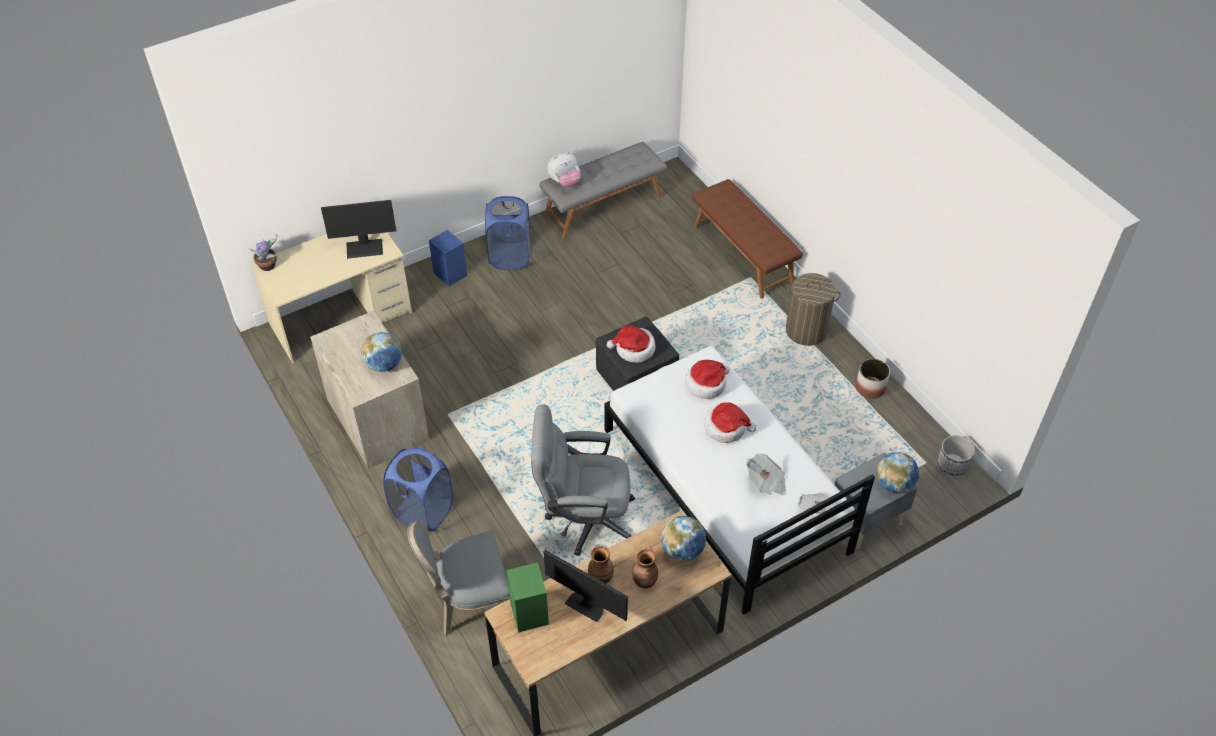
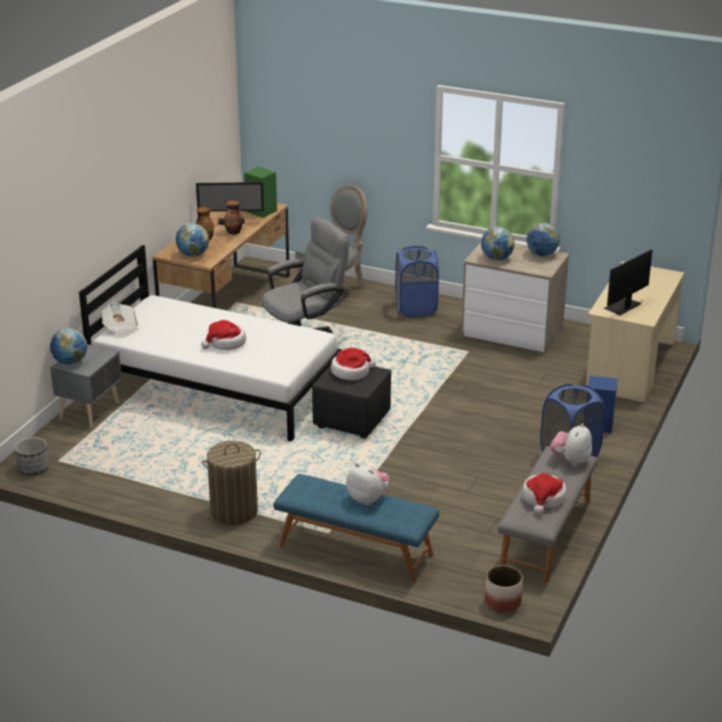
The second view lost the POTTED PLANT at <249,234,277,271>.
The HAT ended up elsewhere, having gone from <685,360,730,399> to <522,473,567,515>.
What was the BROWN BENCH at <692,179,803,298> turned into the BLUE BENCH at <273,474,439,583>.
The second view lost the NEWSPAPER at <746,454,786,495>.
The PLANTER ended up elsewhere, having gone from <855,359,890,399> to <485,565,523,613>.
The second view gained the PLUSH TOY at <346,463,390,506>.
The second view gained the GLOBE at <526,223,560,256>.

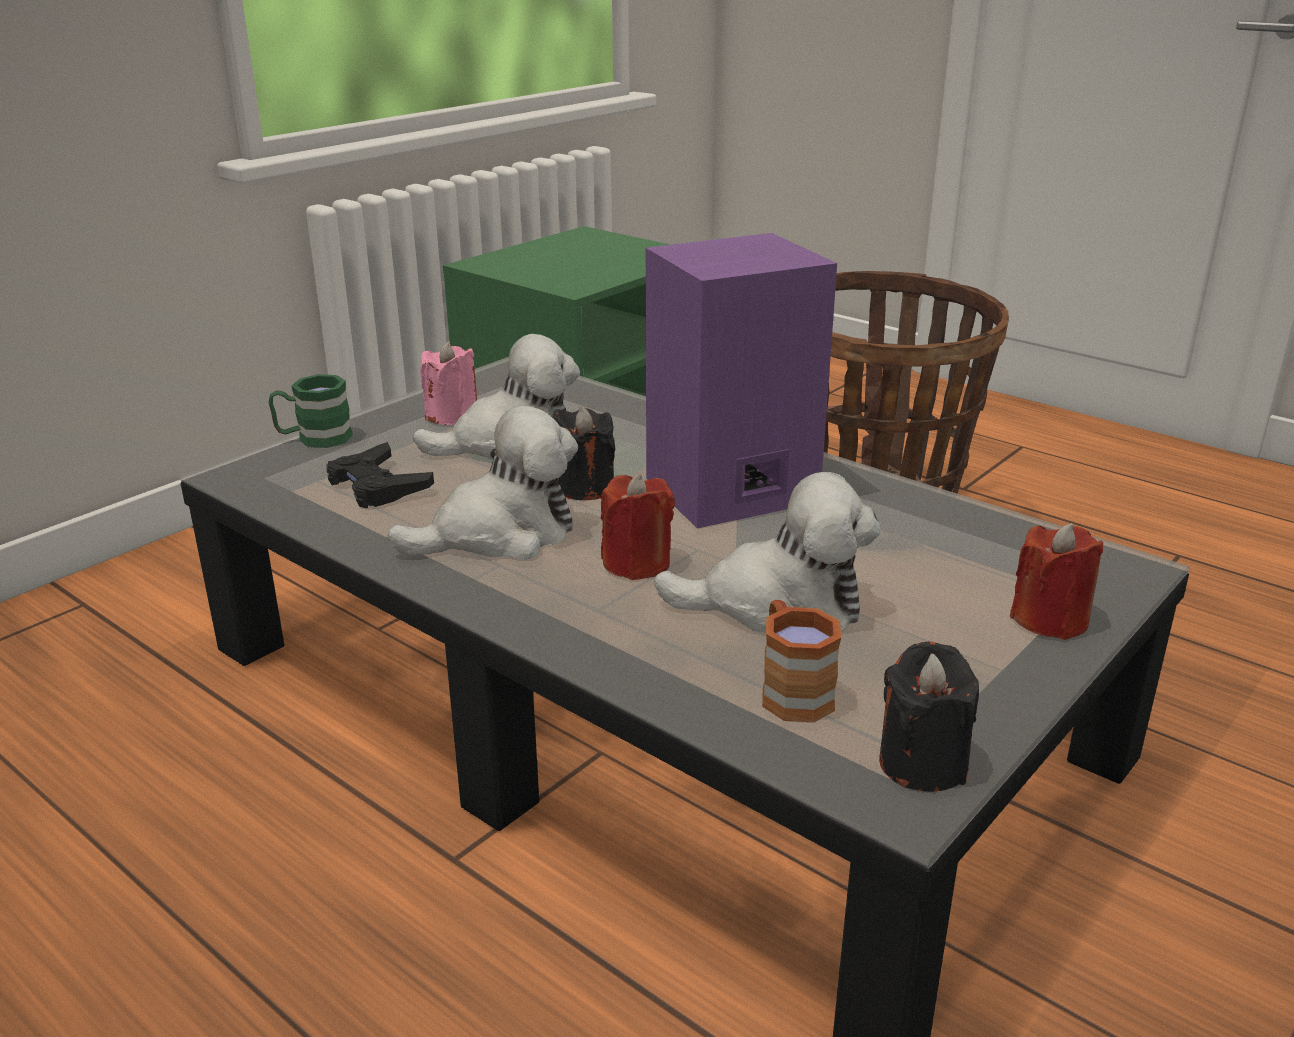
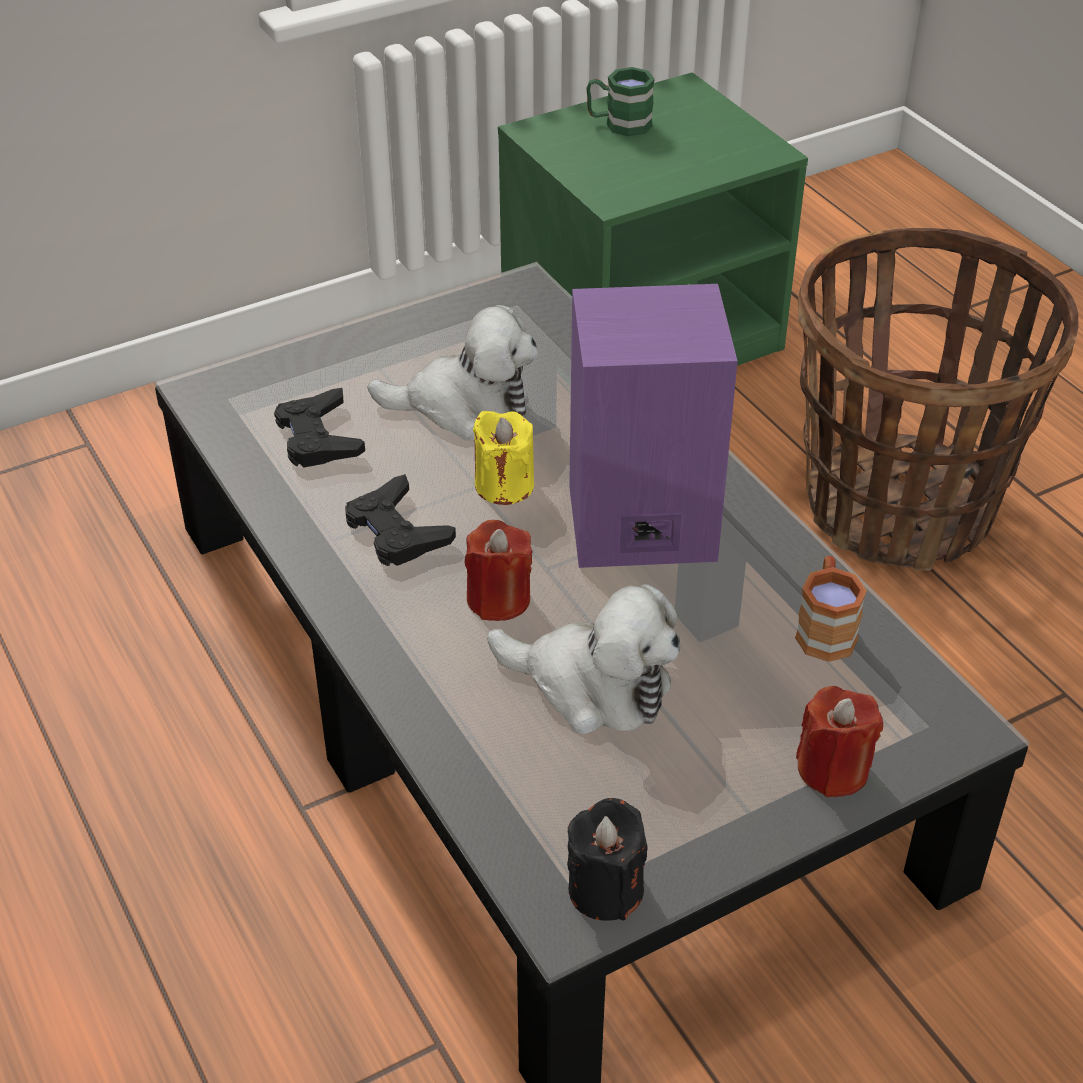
The GREEN MUG ended up elsewhere, having gone from <268,374,353,448> to <586,67,655,136>.
Where the PLUSH TOY stood at <387,406,578,560>, the BLACK GAME CONTROLLER came to stand at <345,474,456,566>.
The second view lost the PINK CANDLE at <420,341,477,425>.
What was the BLACK CANDLE at <554,407,615,500> turned into the YELLOW CANDLE at <473,411,534,505>.
The BROWN MUG ended up elsewhere, having gone from <762,600,841,723> to <795,556,867,662>.

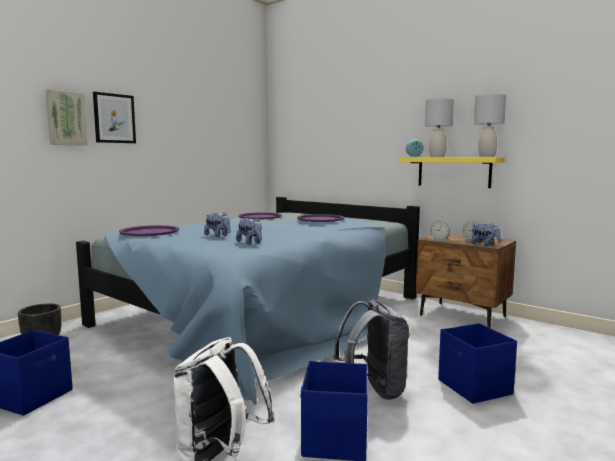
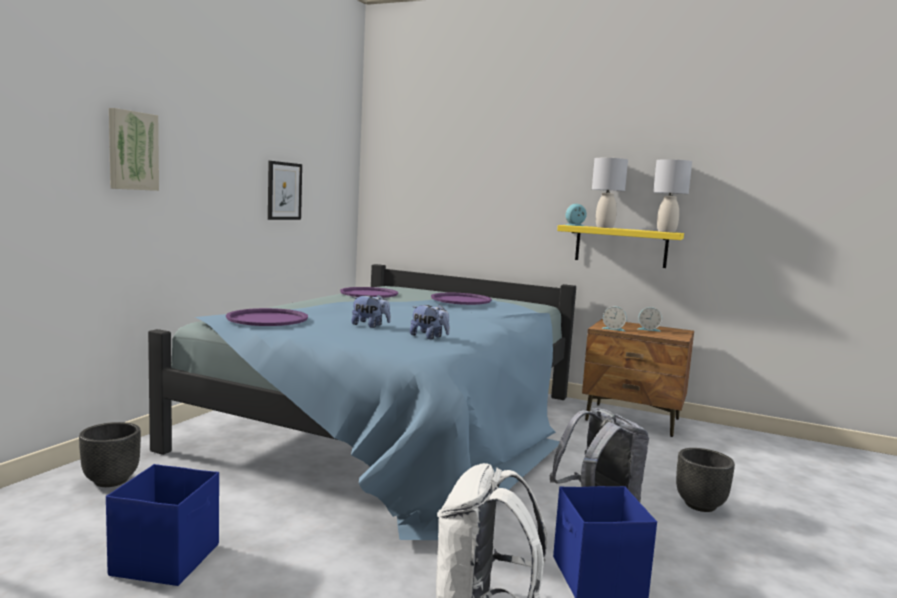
The PICTURE ended up elsewhere, having gone from <93,92,136,143> to <268,161,302,220>.
Where the BLUE STORAGE BOX stood at <438,323,517,404>, the BLACK PLANTER came to stand at <676,448,735,512>.
The second view lost the PLUSH TOY at <471,223,501,246>.

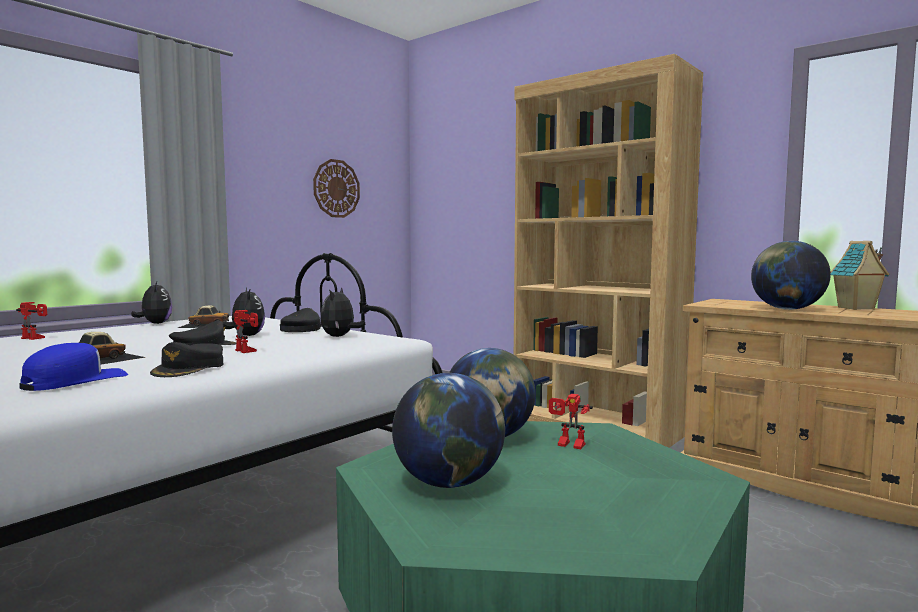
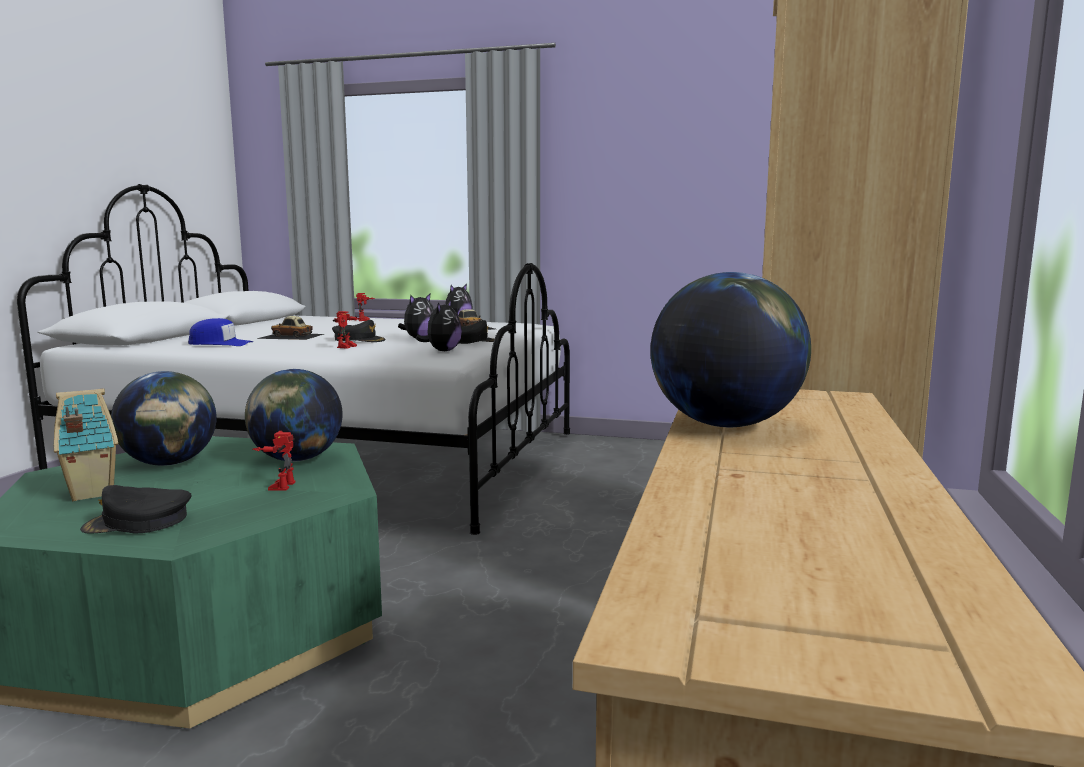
The BLACK CAP ended up elsewhere, having gone from <150,342,223,377> to <80,485,191,534>.
The second view lost the WALL CLOCK at <313,159,360,218>.
The PLUSH TOY at <320,287,365,337> ended up facing another way, 120 degrees clockwise from before.
The TOY HOUSE ended up elsewhere, having gone from <830,241,889,310> to <54,388,118,501>.

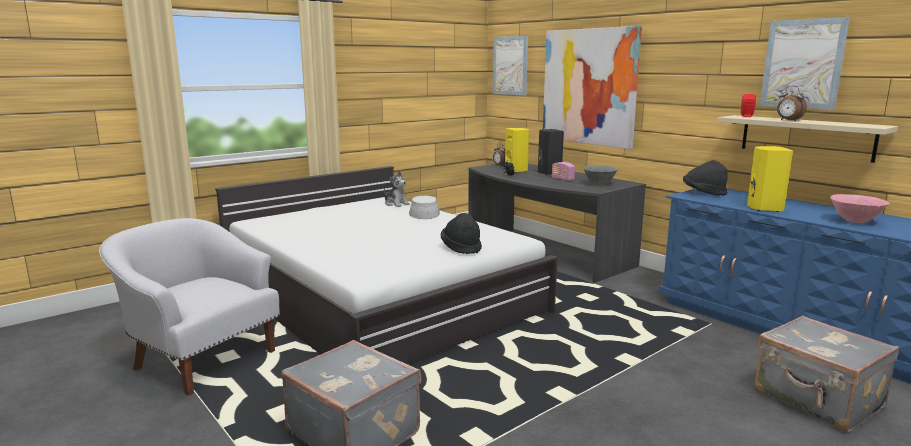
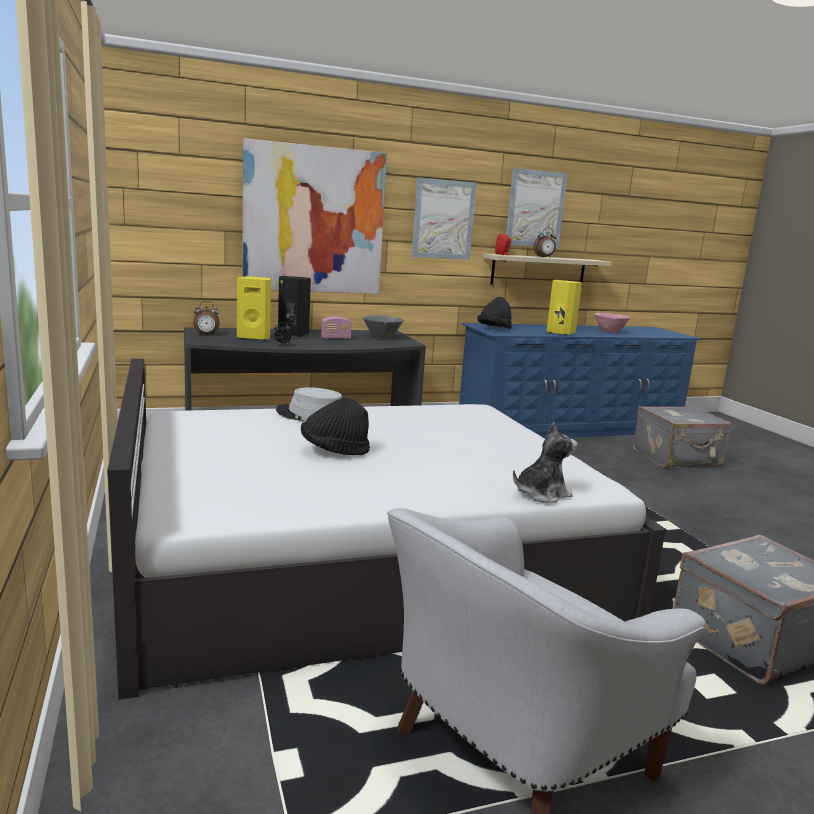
The PLUSH TOY ended up elsewhere, having gone from <384,171,410,207> to <513,422,578,503>.
The BLACK HAT ended up elsewhere, having gone from <441,213,482,254> to <301,397,370,455>.
The PICTURE ended up elsewhere, having gone from <493,35,528,95> to <412,177,477,260>.

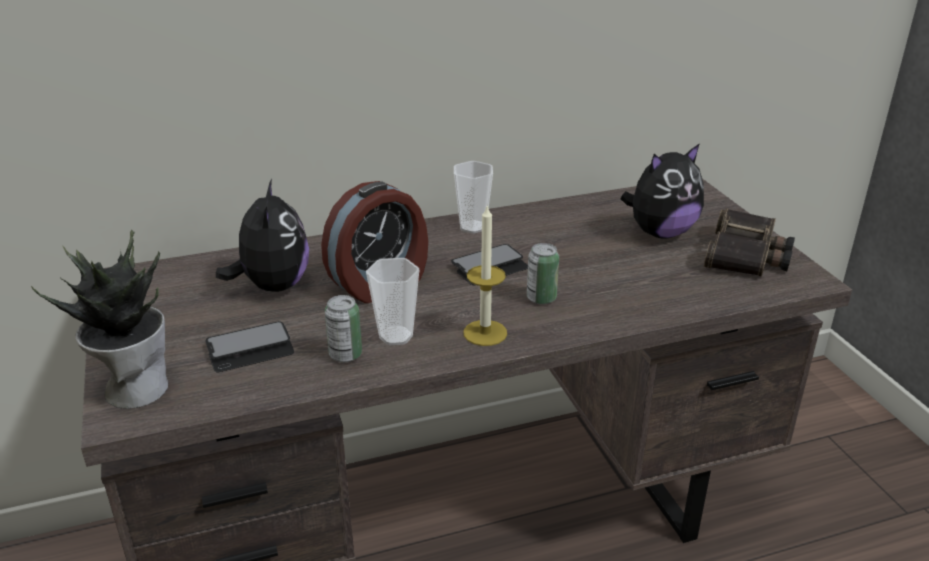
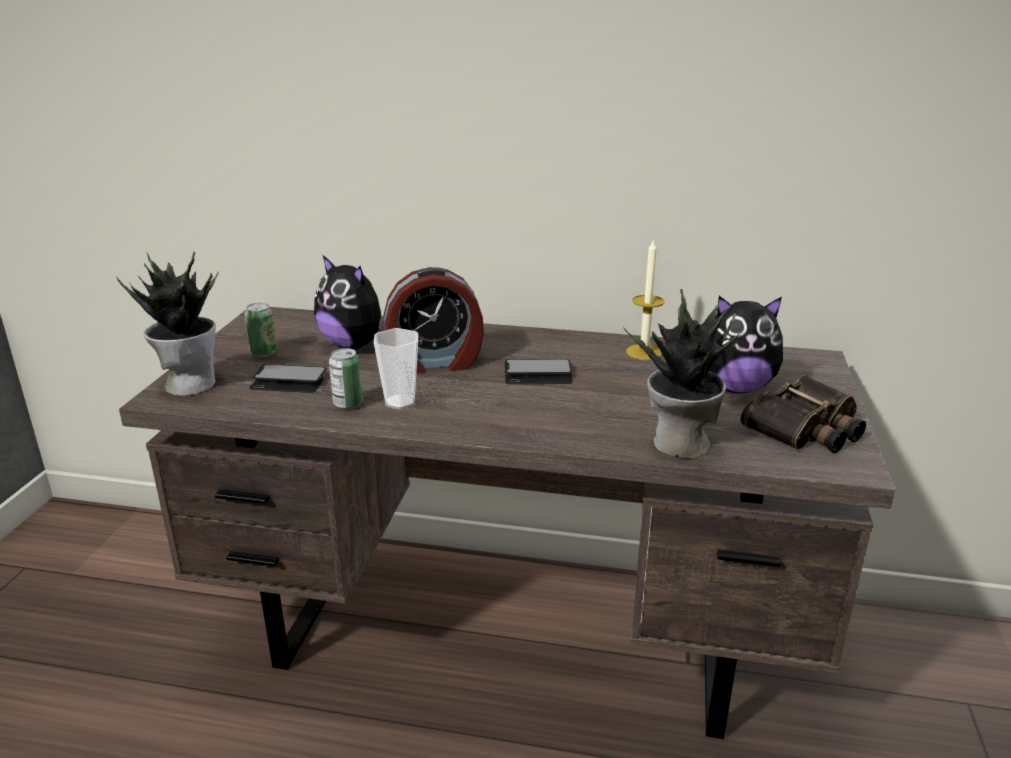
The PLUSH TOY at <216,179,309,292> ended up facing another way, 105 degrees clockwise from before.
The second view lost the CUP at <454,161,493,233>.
The CANDLE ended up elsewhere, having gone from <463,204,507,346> to <626,238,664,360>.
The CAN ended up elsewhere, having gone from <527,243,559,305> to <245,303,277,357>.
The second view gained the POTTED PLANT at <623,289,741,459>.

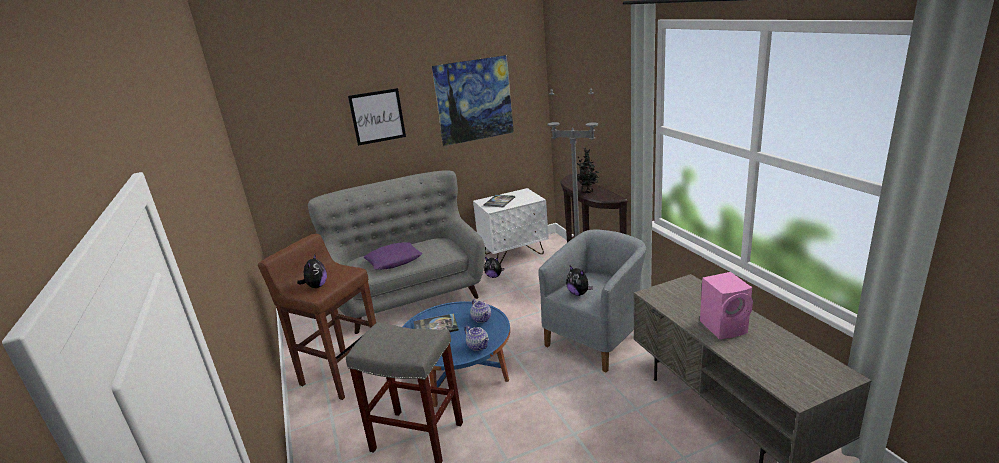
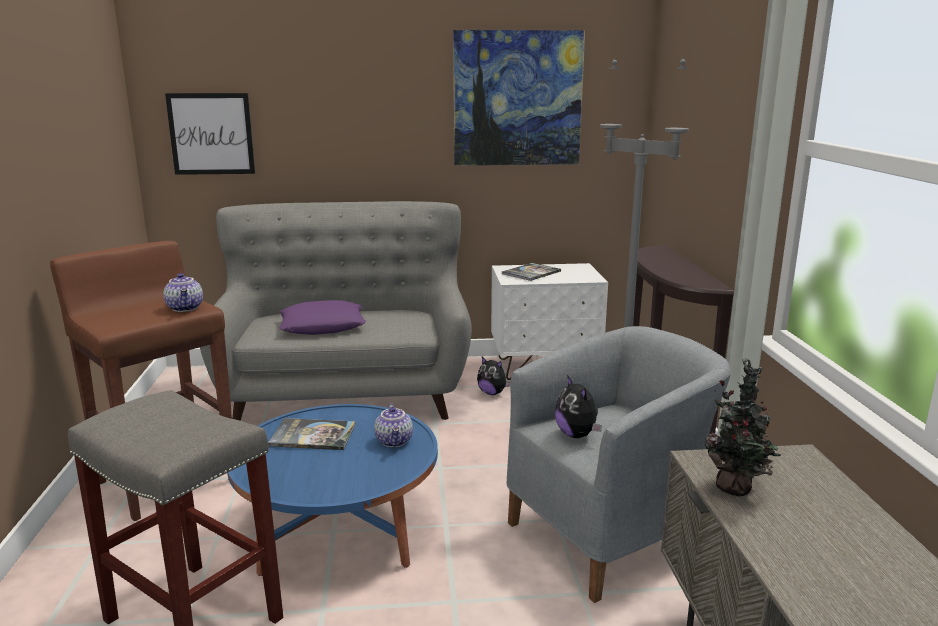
The second view lost the PLUSH TOY at <297,255,327,288>.
The PICTURE ended up elsewhere, having gone from <348,88,406,146> to <165,93,255,175>.
The TEAPOT ended up elsewhere, having gone from <464,326,489,351> to <163,273,203,312>.
The POTTED PLANT ended up elsewhere, having gone from <577,147,599,193> to <704,358,781,496>.
The second view lost the PINK SPEAKER at <700,272,753,339>.

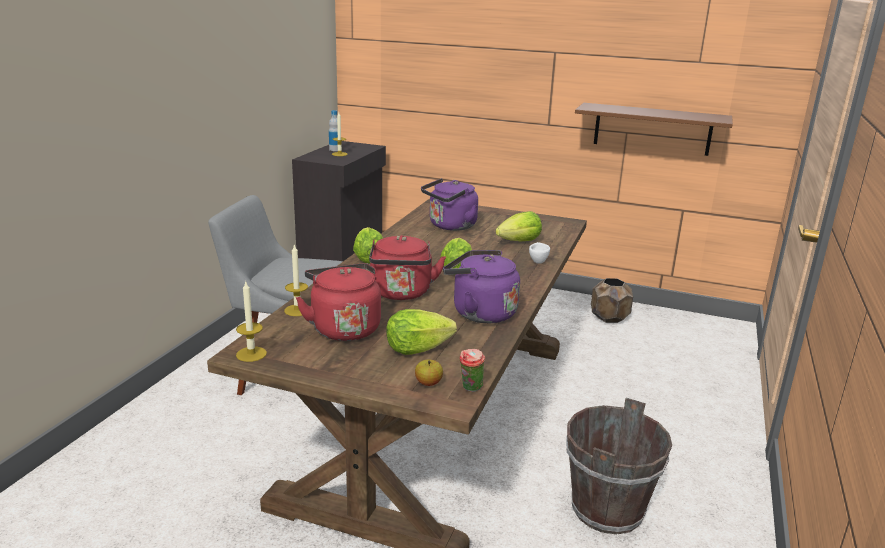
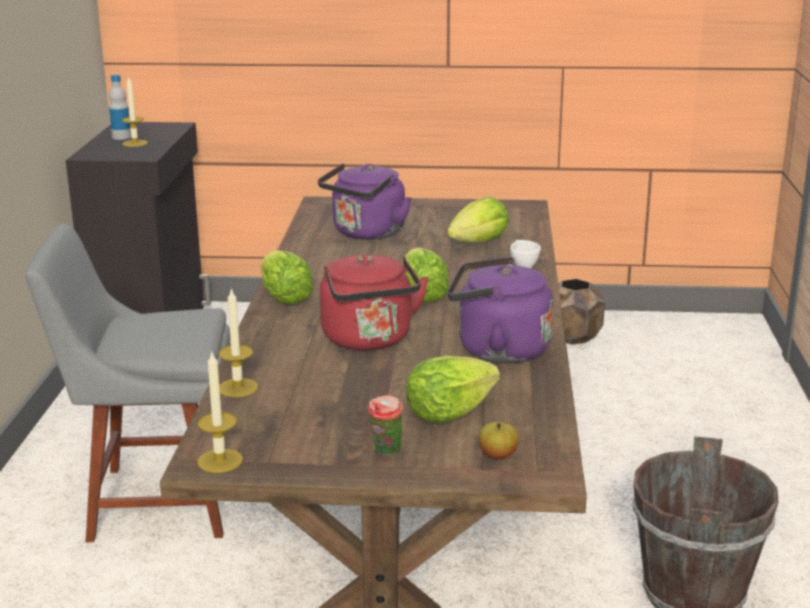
The second view lost the RED KETTLE at <296,263,381,341>.
The CUP ended up elsewhere, having gone from <460,349,485,392> to <367,395,403,456>.
The second view lost the BROWN SHELF at <575,103,733,156>.

